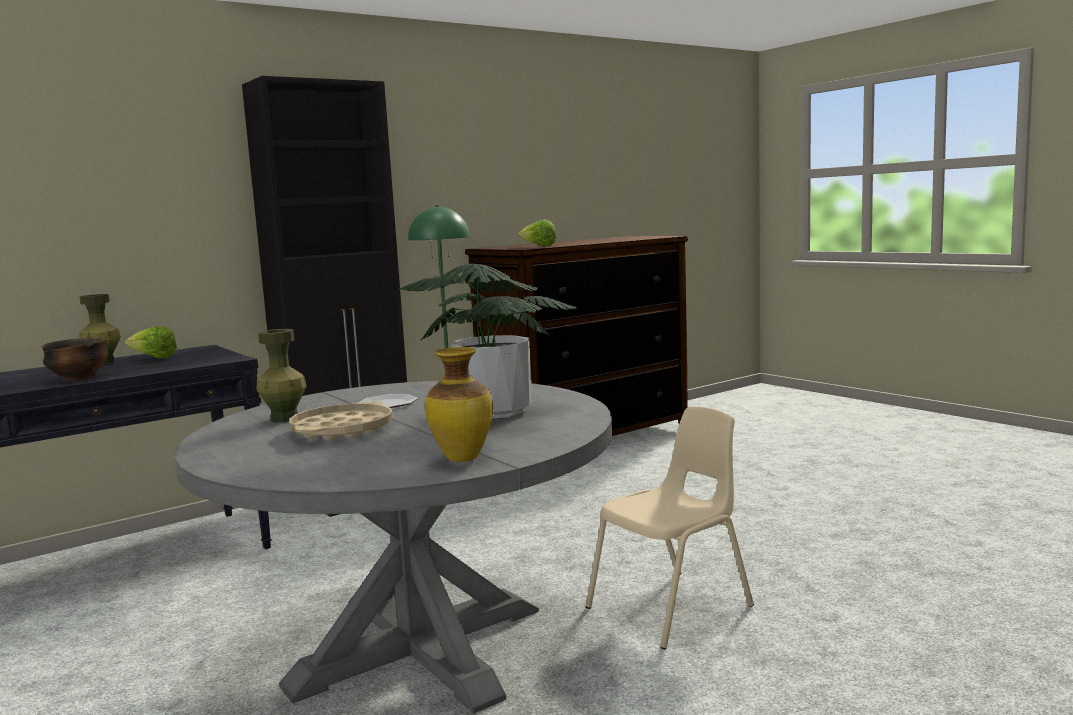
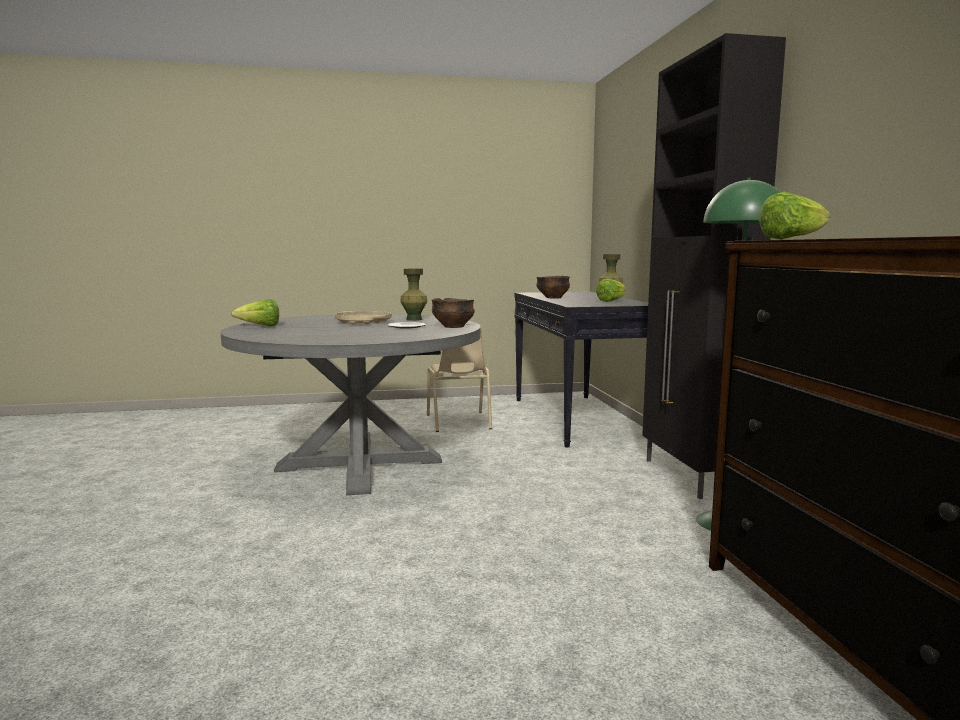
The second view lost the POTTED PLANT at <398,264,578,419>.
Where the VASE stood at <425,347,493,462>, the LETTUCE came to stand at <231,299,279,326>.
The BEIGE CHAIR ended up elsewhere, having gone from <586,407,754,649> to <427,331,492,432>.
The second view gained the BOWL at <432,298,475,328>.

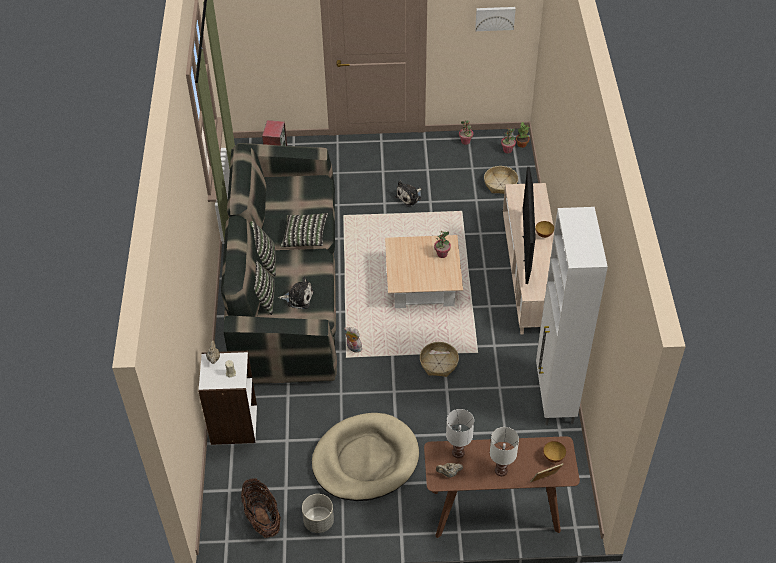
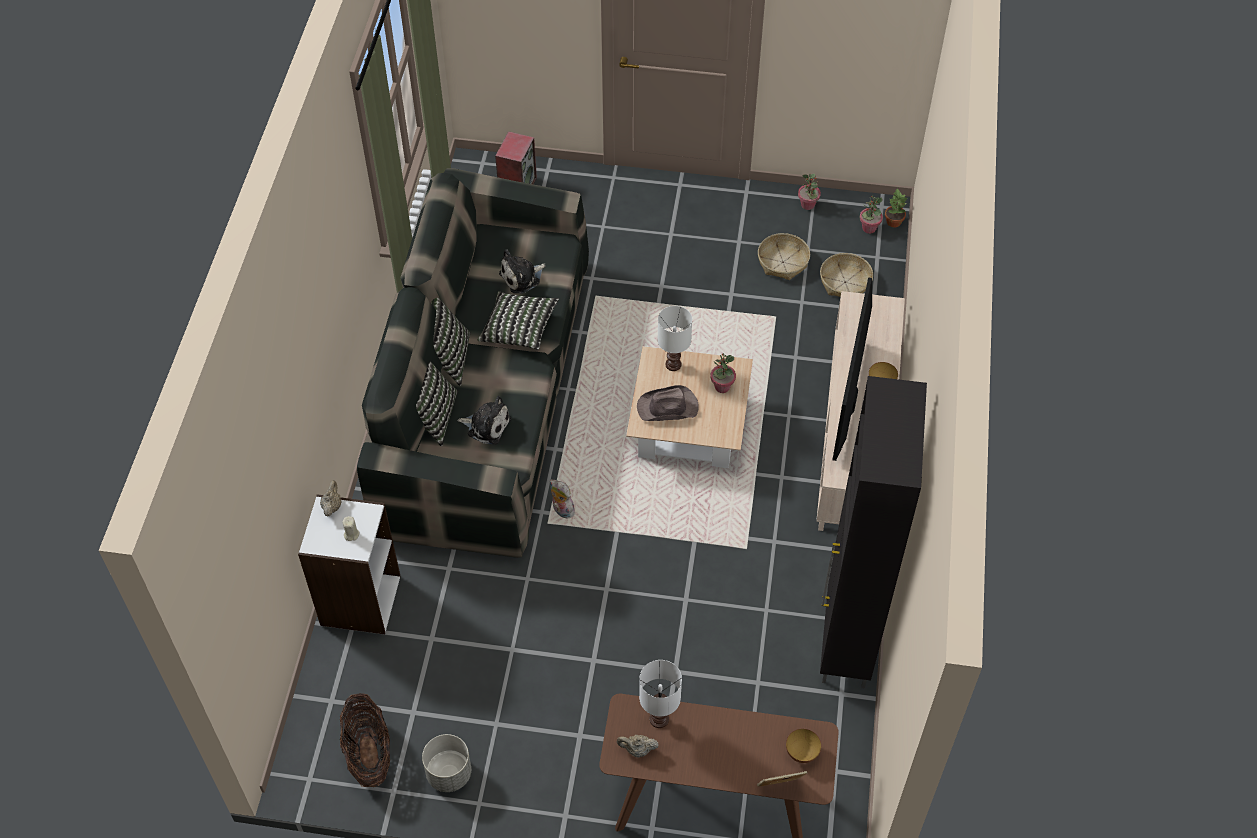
The second view lost the BEIGE DOG BED at <312,413,419,501>.
The PLUSH TOY ended up elsewhere, having gone from <395,181,422,207> to <499,249,545,294>.
The BASKET ended up elsewhere, having gone from <420,342,459,377> to <758,233,810,280>.
The second view lost the PICTURE at <475,7,516,31>.
The WHITE TABLE LAMP ended up elsewhere, having gone from <490,427,519,476> to <657,306,692,371>.
What was the WHITE CABINET at <536,207,608,425> turned into the BLACK CABINET at <820,376,927,689>.
The second view gained the BROWN HAT at <637,385,699,421>.

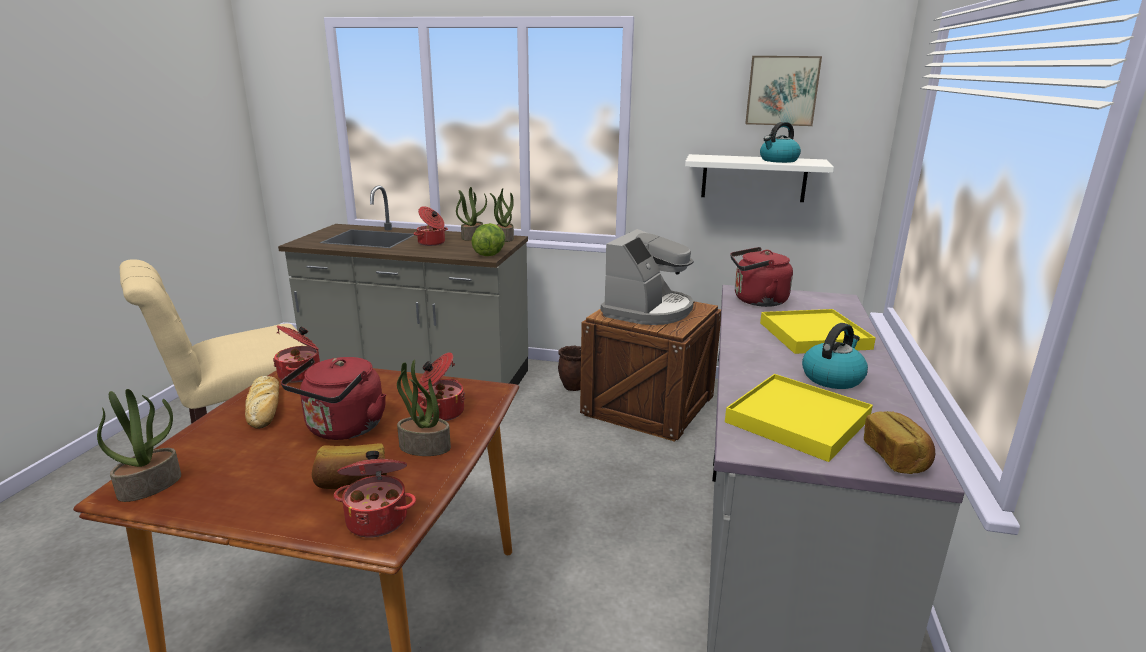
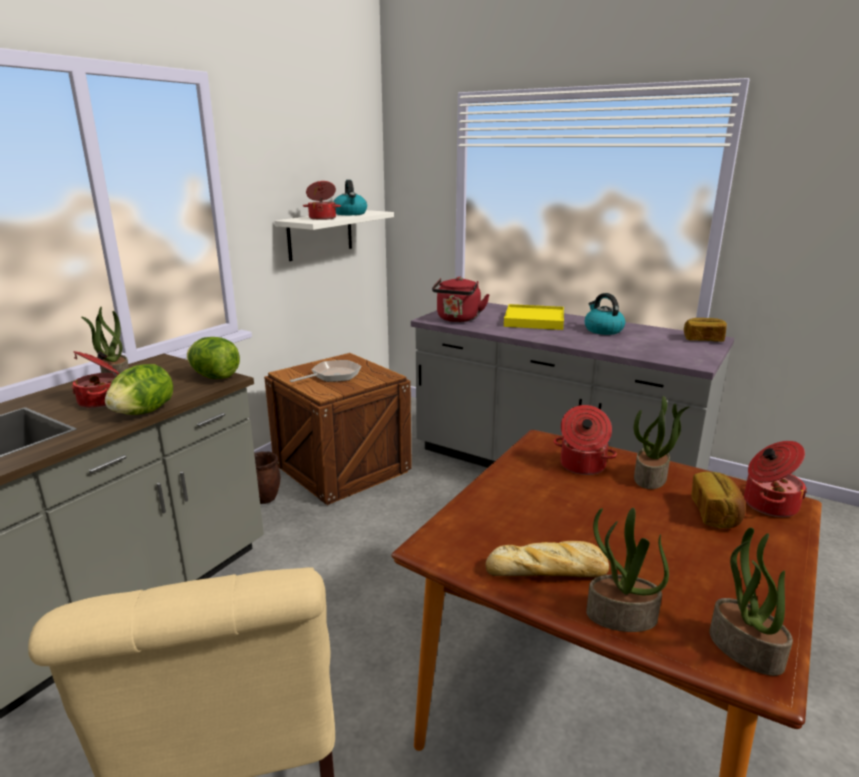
The COOKING POT ended up elsewhere, having gone from <273,325,320,383> to <303,181,341,220>.
The second view lost the RED KETTLE at <281,357,386,440>.
The POTTED PLANT ended up elsewhere, having gone from <490,188,514,242> to <586,508,669,632>.
Where the COFFEE MACHINE stood at <601,229,694,325>, the FRYING PAN came to stand at <290,360,361,382>.
The second view lost the YELLOW TRAY at <725,374,873,462>.
The second view lost the PICTURE at <745,56,822,126>.
The second view gained the LETTUCE at <105,364,173,415>.

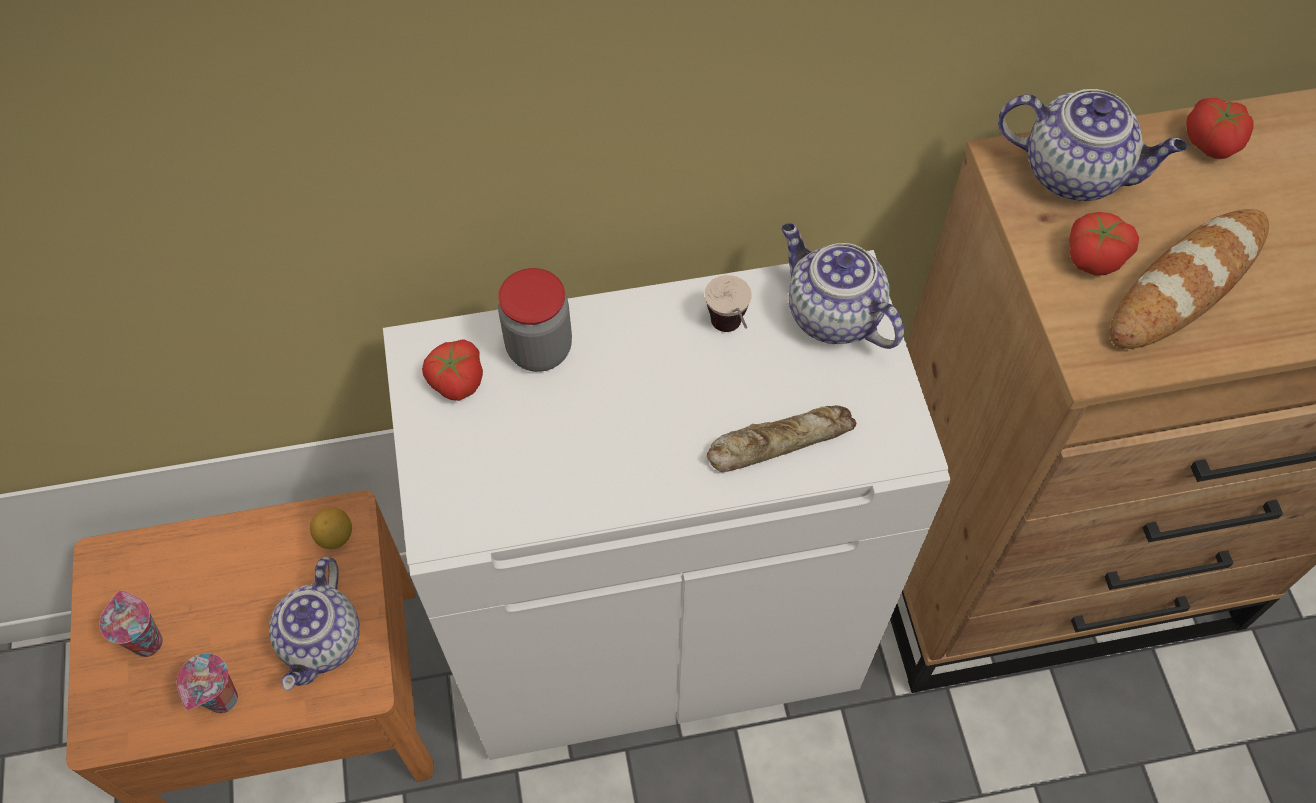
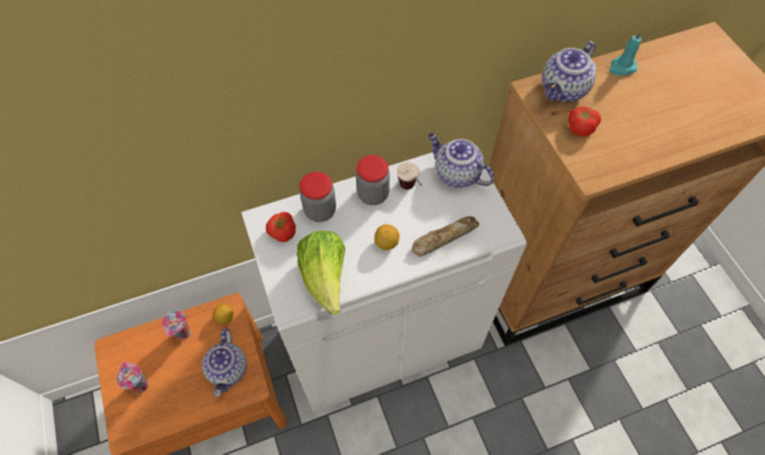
The CUP ended up elsewhere, having gone from <177,653,238,714> to <162,311,191,340>.
The TEAPOT at <998,89,1187,201> ended up facing another way, 120 degrees clockwise from before.
The second view lost the BREAD at <1110,209,1269,349>.
Where the TOMATO stood at <1186,98,1254,159>, the TURQUOISE CANDLE came to stand at <609,30,642,76>.
The second view gained the LETTUCE at <297,230,345,315>.
The second view gained the JAR at <356,155,390,205>.
The second view gained the LEMON at <374,224,399,250>.

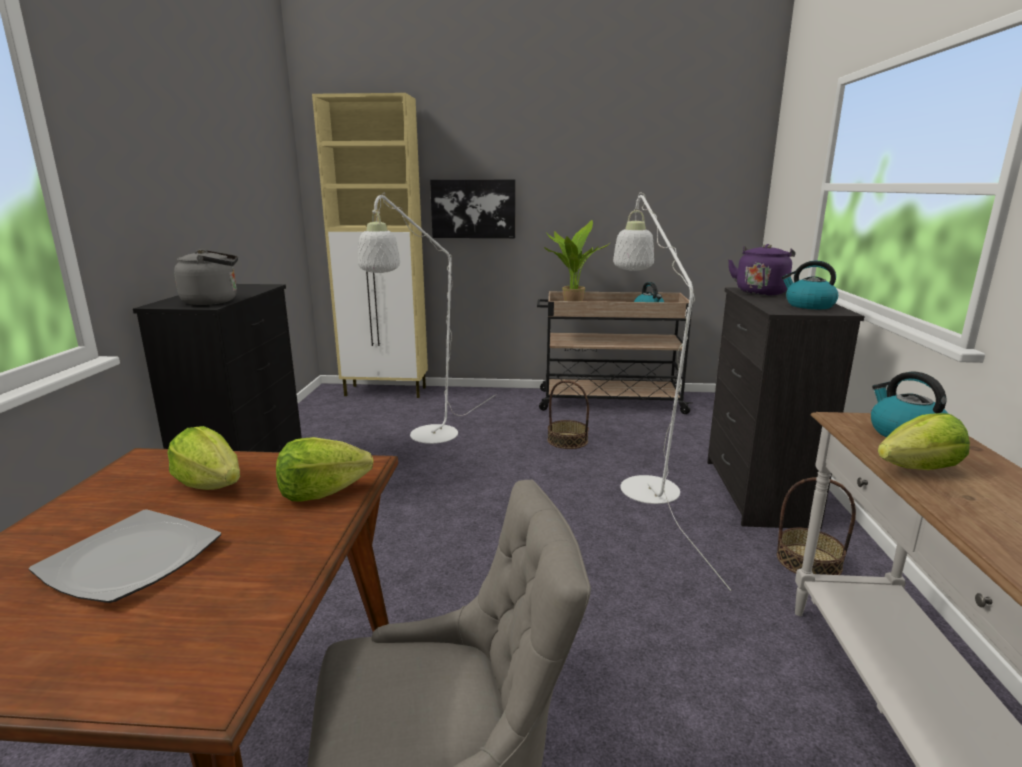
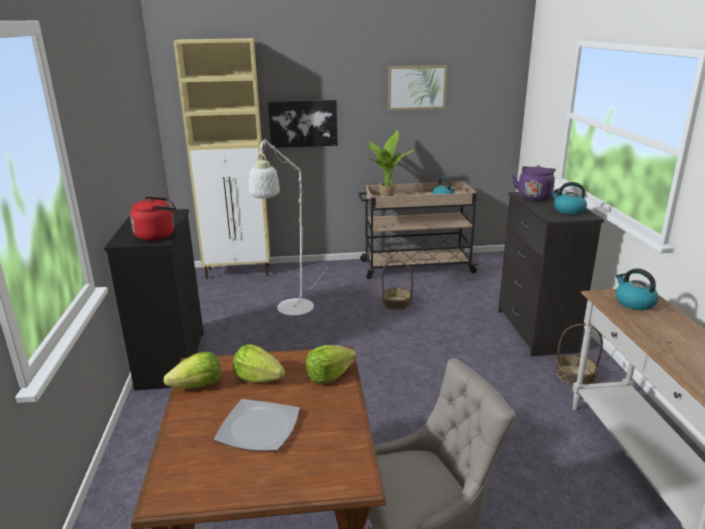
What was the GREY KETTLE at <174,249,238,305> turned into the RED KETTLE at <130,197,177,241>.
The second view lost the WHITE FLOOR LAMP at <613,192,732,591>.
The LETTUCE ended up elsewhere, having gone from <878,413,970,470> to <163,352,221,388>.
The second view gained the PICTURE at <388,65,447,111>.

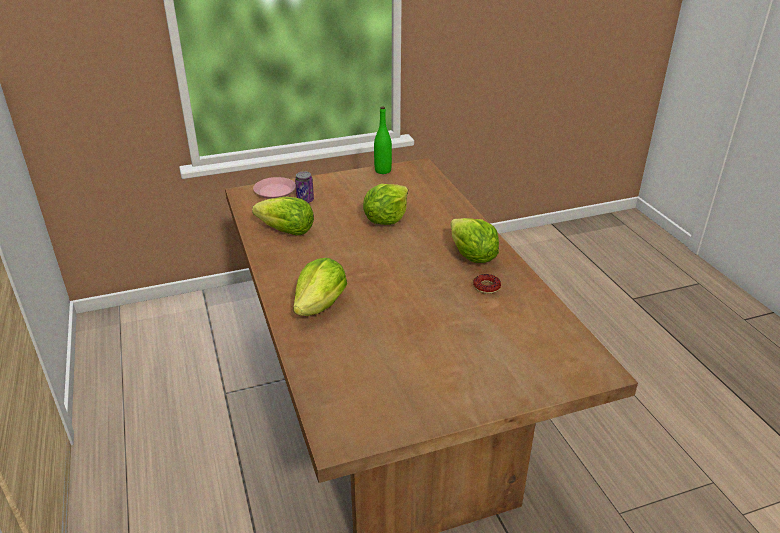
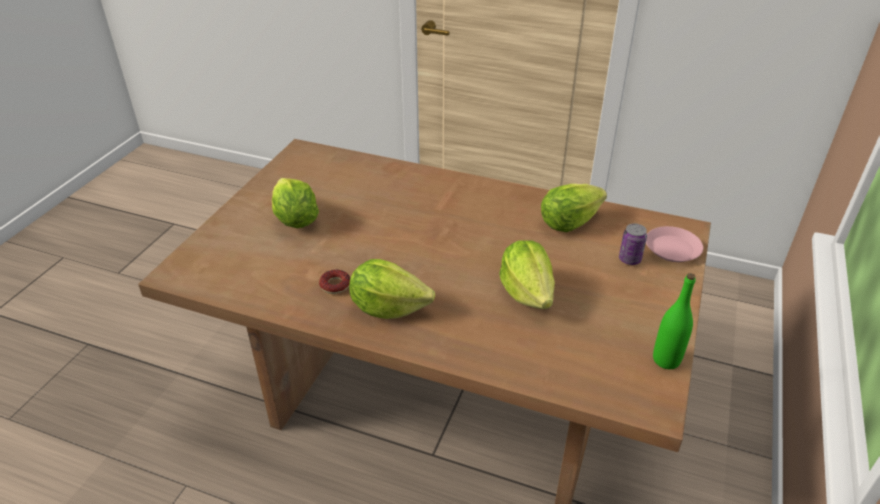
The LETTUCE ended up elsewhere, having gone from <293,258,347,316> to <272,178,319,228>.

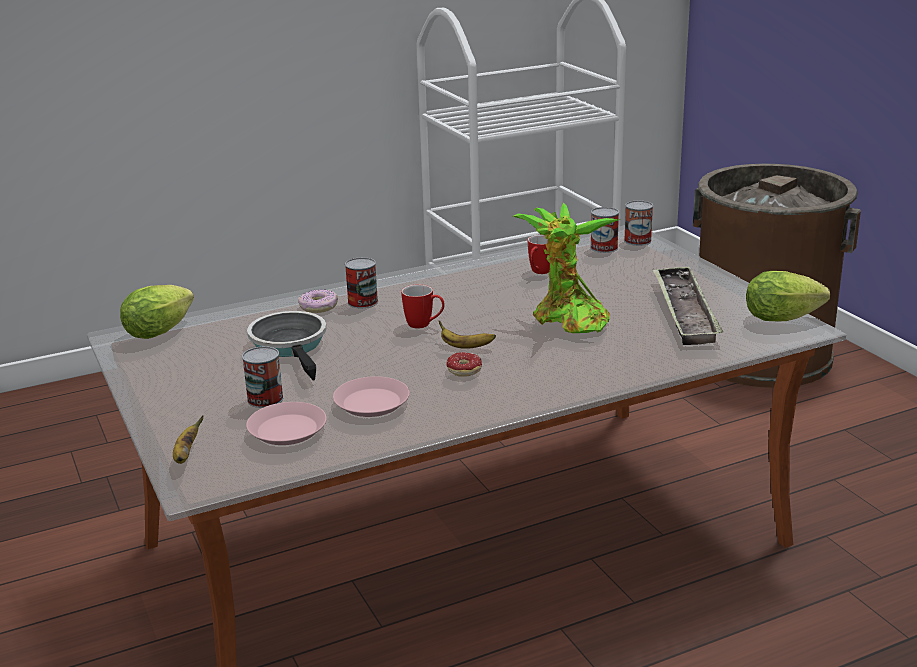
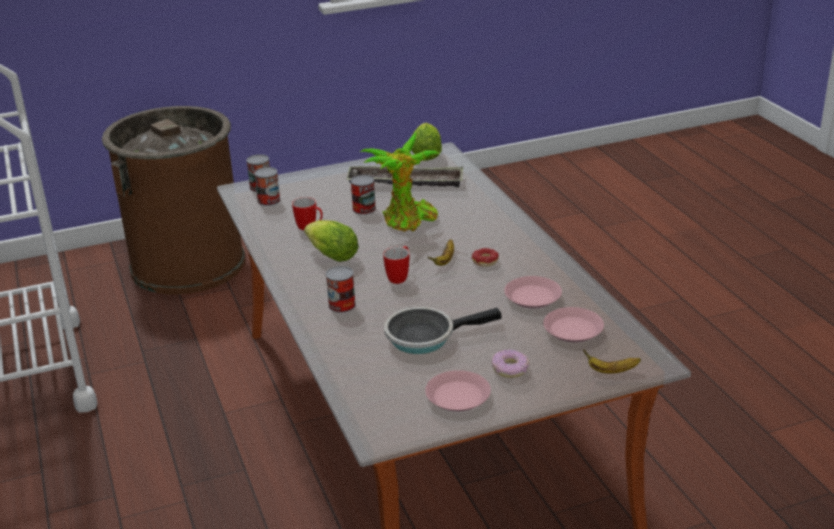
The LETTUCE ended up elsewhere, having gone from <120,285,194,339> to <304,220,359,262>.
The CAN ended up elsewhere, having gone from <242,346,284,408> to <350,175,376,215>.
The DONUT ended up elsewhere, having gone from <298,289,338,313> to <491,349,530,378>.
The second view gained the PINK PLATE at <425,370,491,412>.

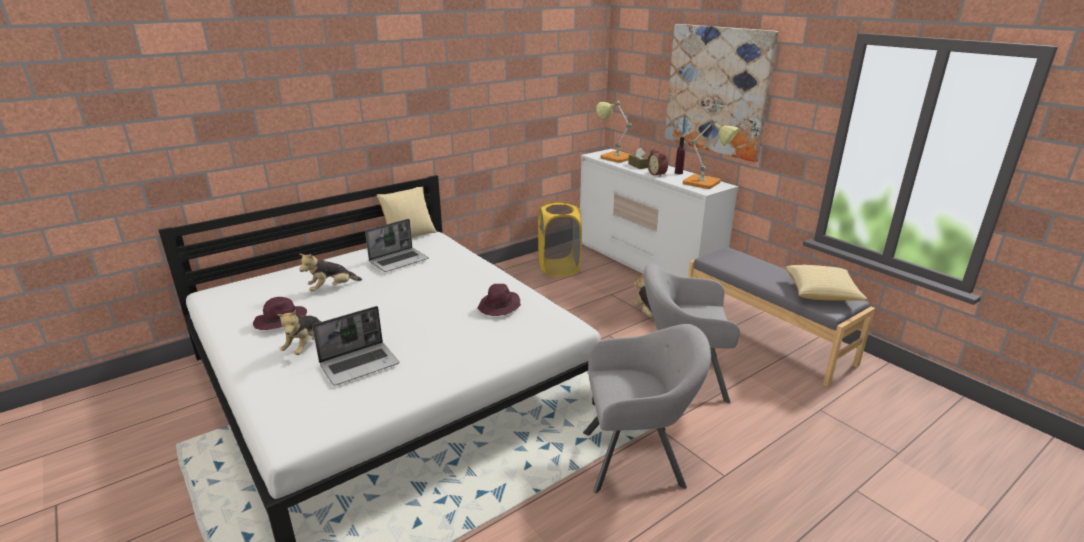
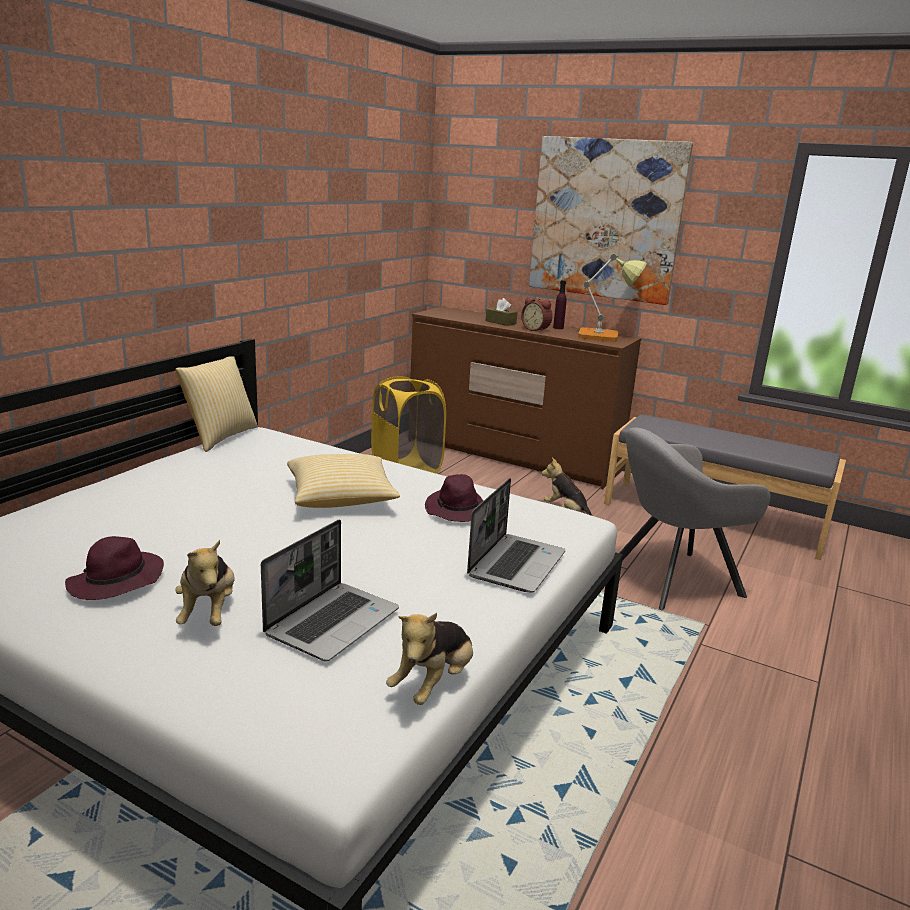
The PLUSH TOY ended up elsewhere, having gone from <299,253,362,291> to <386,613,473,705>.
The LAPTOP ended up elsewhere, having gone from <365,219,429,272> to <467,478,565,592>.
What was the WHITE DRESSER at <580,149,738,277> turned into the BROWN DRESSER at <410,307,641,489>.
The second view lost the GREY ARMCHAIR at <583,324,711,493>.
The second view lost the TABLE LAMP at <596,101,632,163>.
The PILLOW ended up elsewhere, having gone from <785,265,867,301> to <287,454,400,508>.

